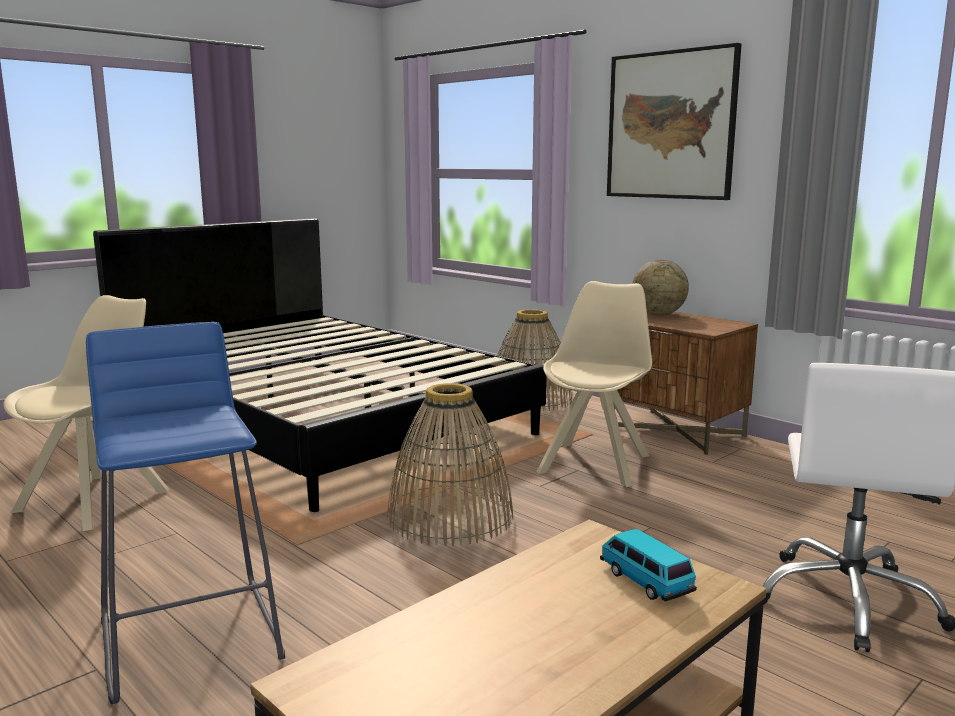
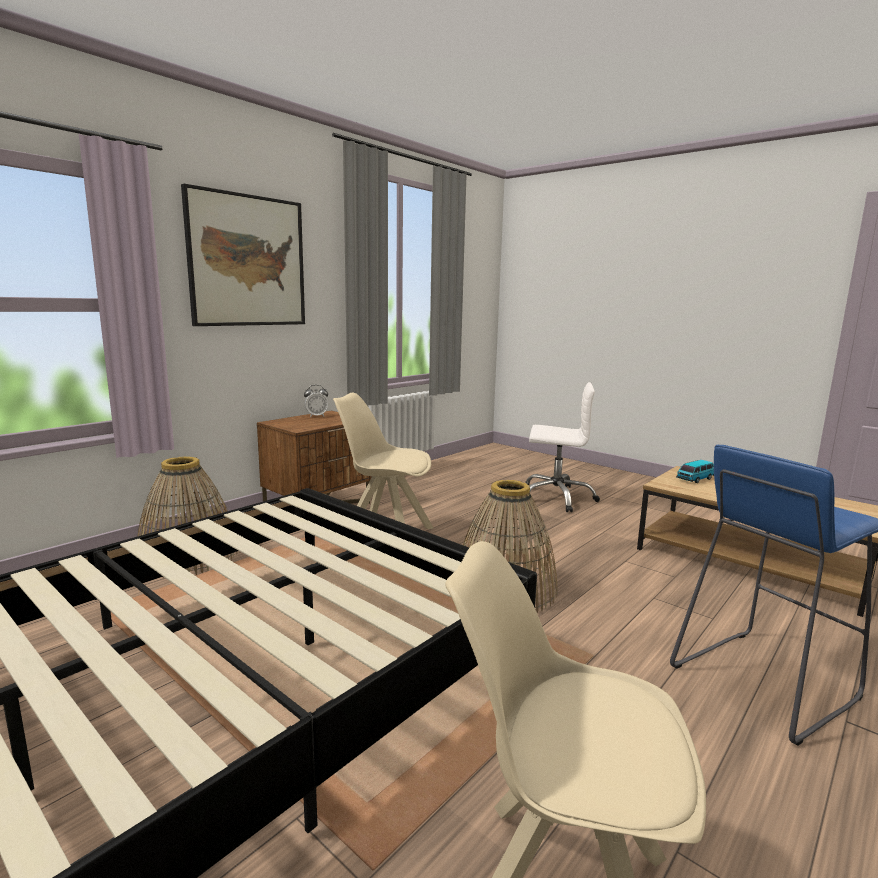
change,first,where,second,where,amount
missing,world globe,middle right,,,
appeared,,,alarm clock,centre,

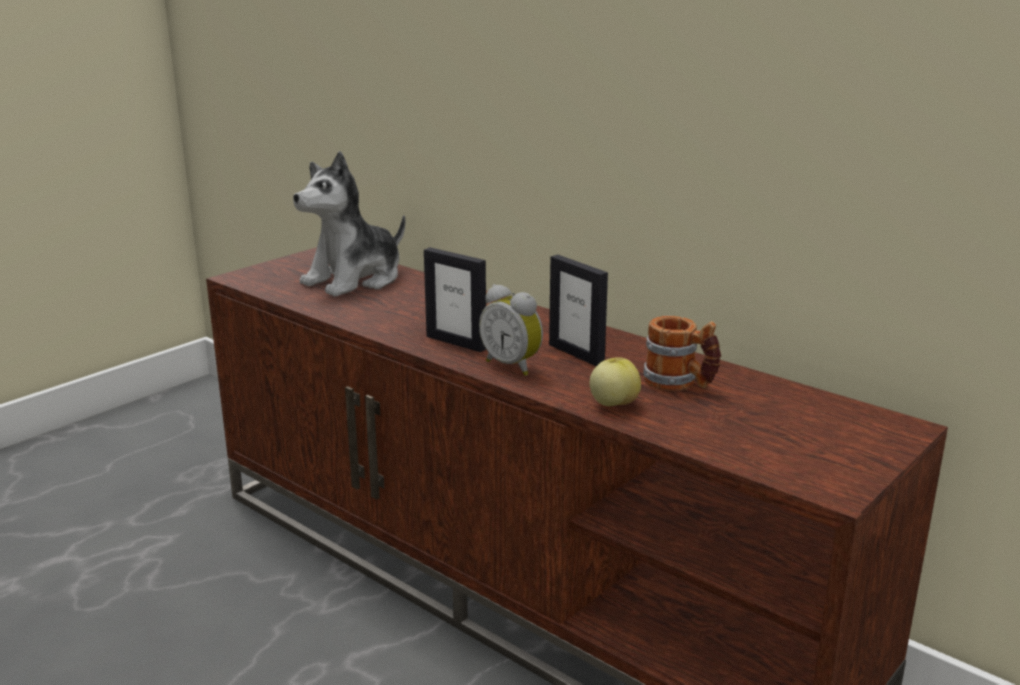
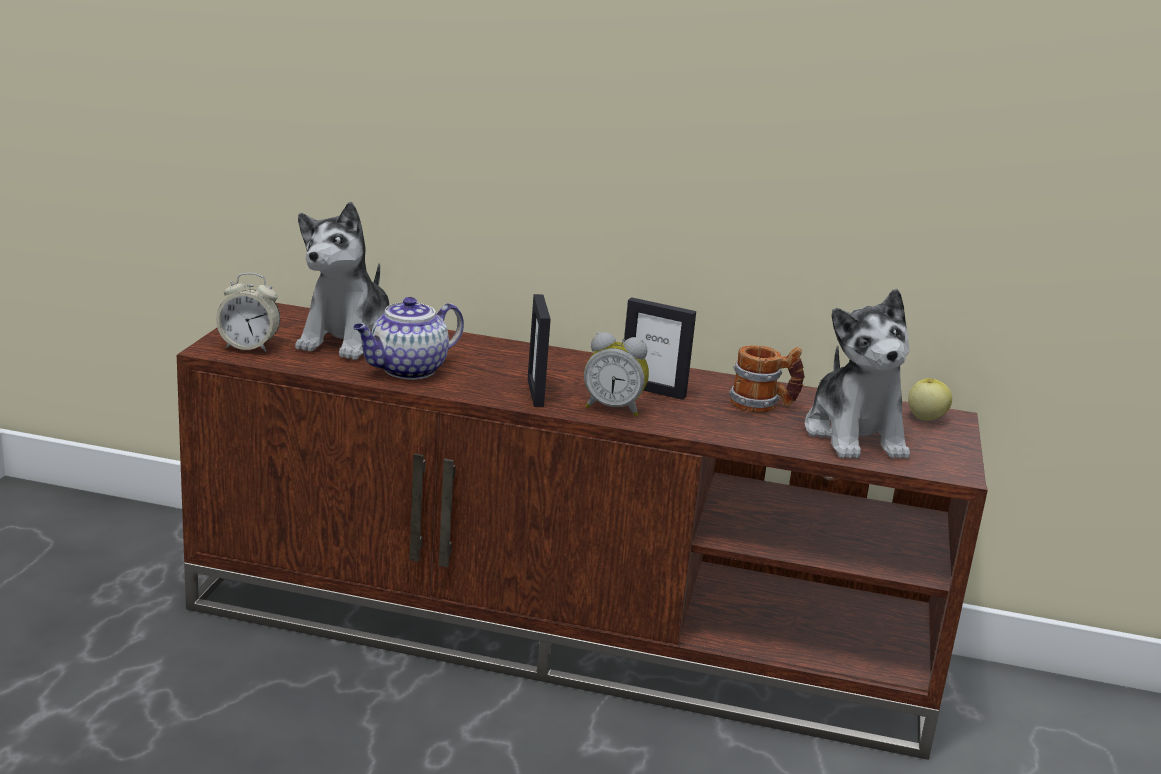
change,first,where,second,where,amount
spun,picture frame (no. 1 from left),centre,,centre,75 degrees clockwise
relocated,apple fruit,centre,,middle right,
appeared,,,alarm clock (no. 1 from left),middle left,
appeared,,,pot for tea,centre,
appeared,,,cuddly toy (no. 2 from left),middle right,

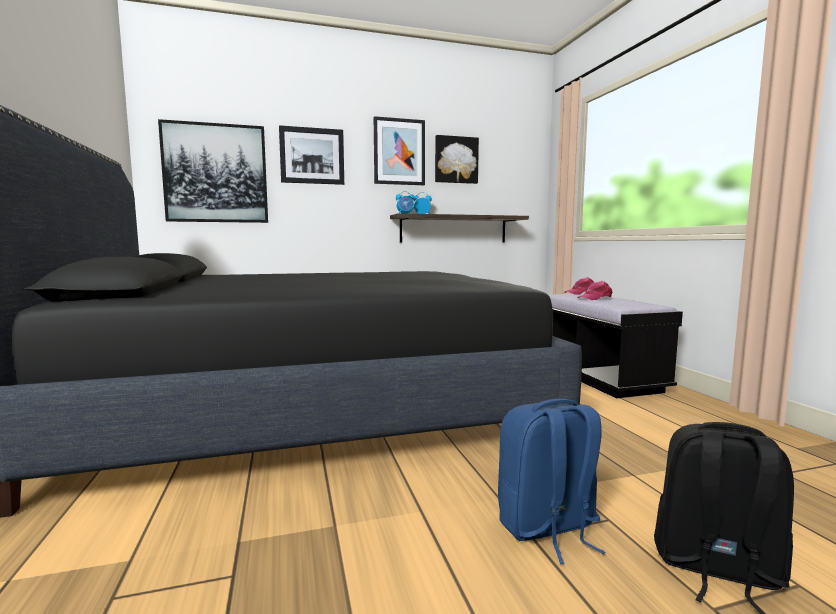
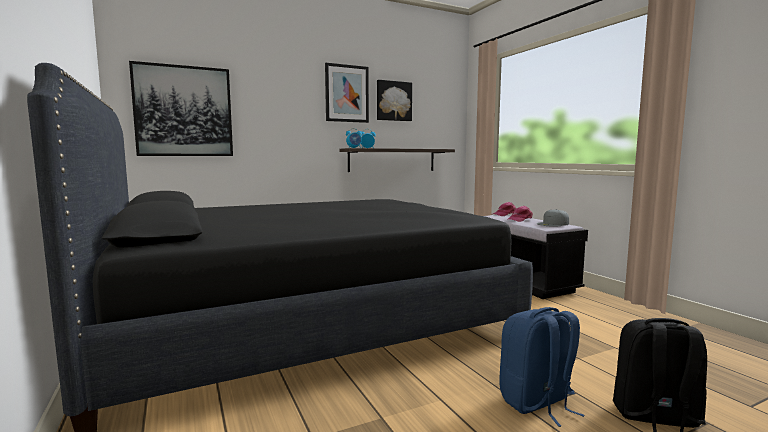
change,first,where,second,where,amount
missing,picture (no. 2 from left),top centre,,,
appeared,,,grey baseball cap,middle right,

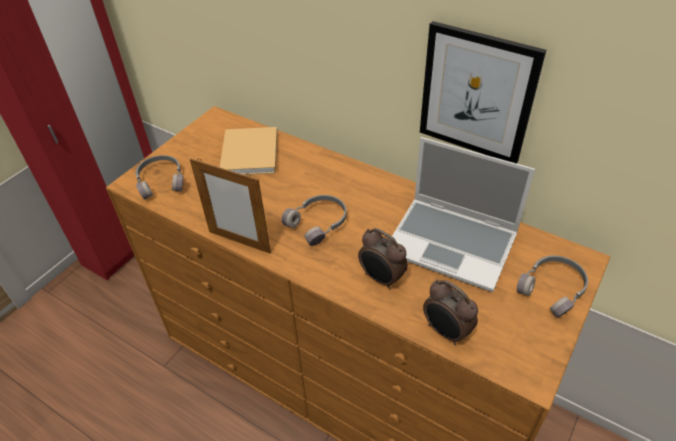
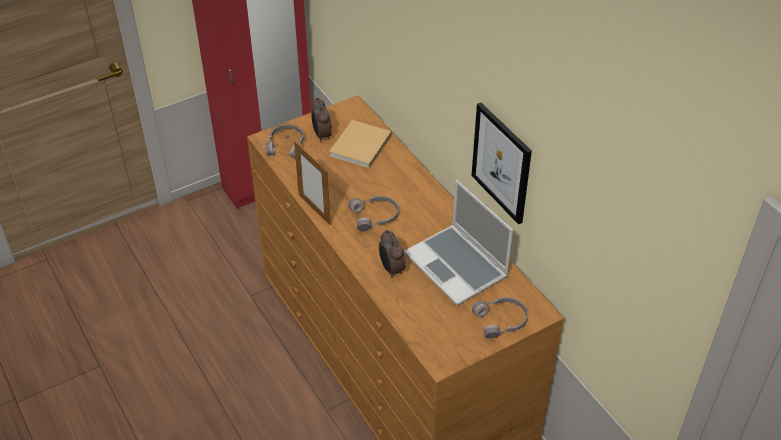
change,first,where,second,where,amount
relocated,alarm clock (no. 2 from left in the first image),bottom centre,alarm clock (no. 1 from left),top centre,

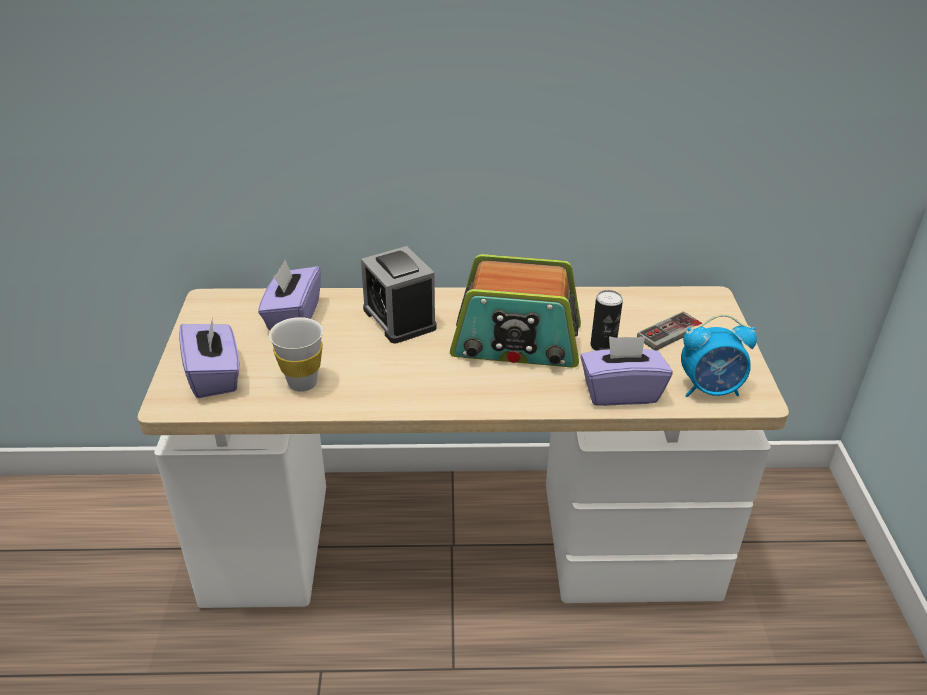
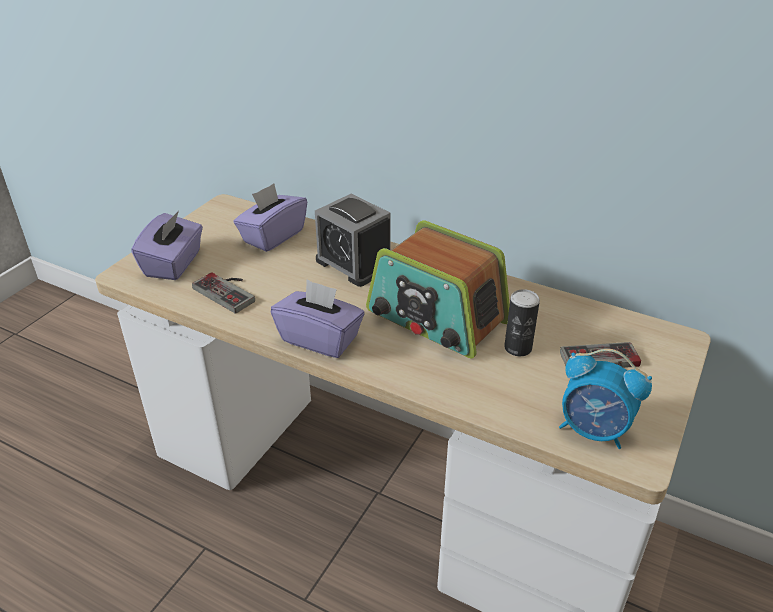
change,first,where,second,where,amount
exchanged,whitish small cup,middle left,gamepad (no. 1 from left),middle left,
spun,alarm clock (no. 1 from left),centre,,centre,45 degrees counterclockwise
relocated,purplish tissue holder (no. 3 from left),middle right,,centre,

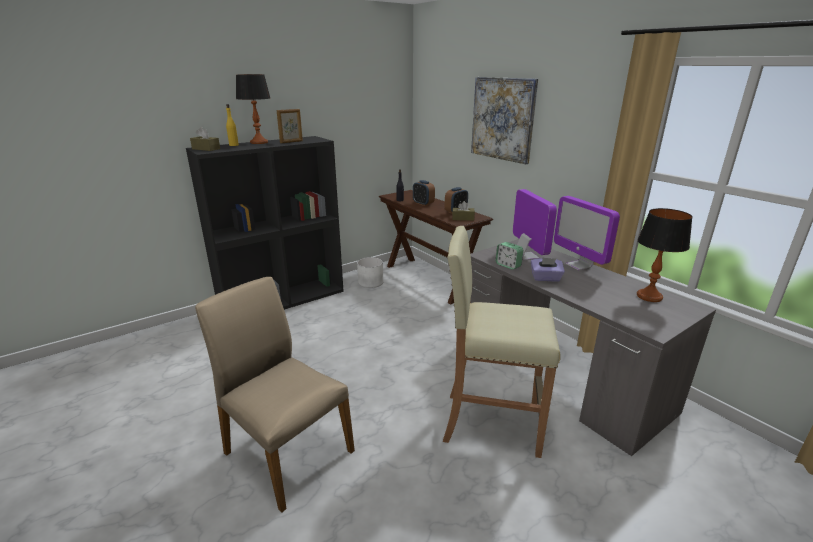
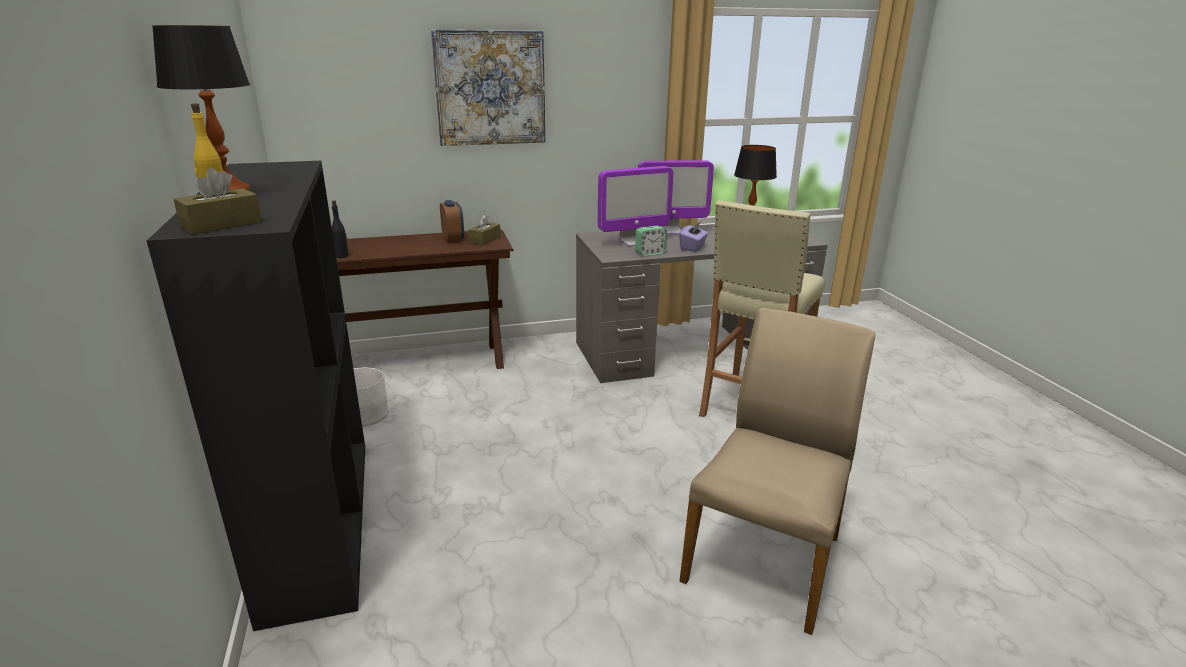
change,first,where,second,where,amount
spun,beige-coloured plain chair,bottom centre,,bottom centre,150 degrees clockwise
missing,picture frame,top centre,,,
missing,alarm clock (no. 1 from left),centre,,,
spun,computer screen (no. 1 from left),centre,,top centre,150 degrees clockwise

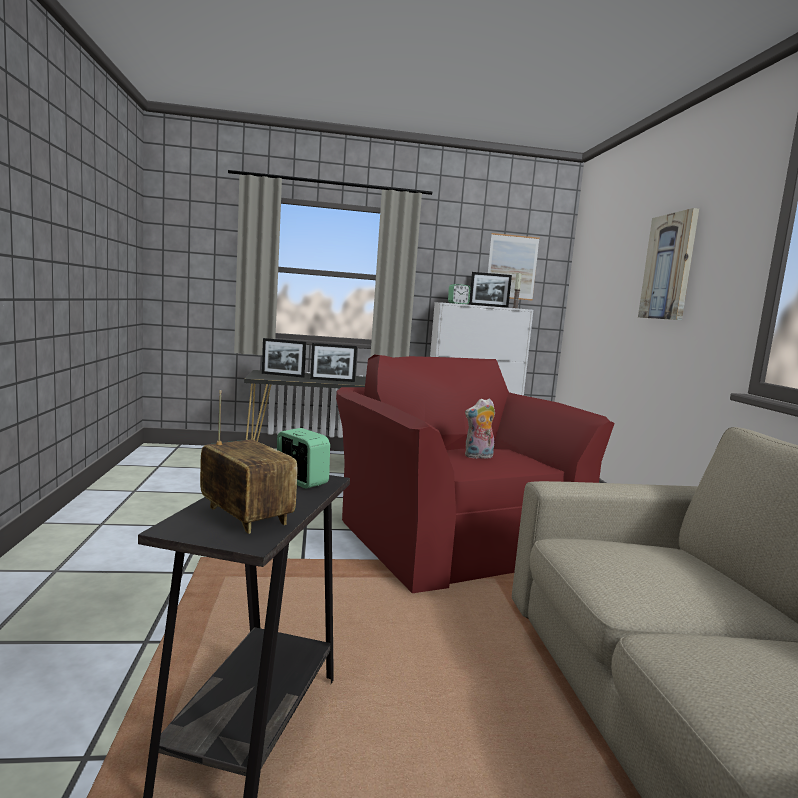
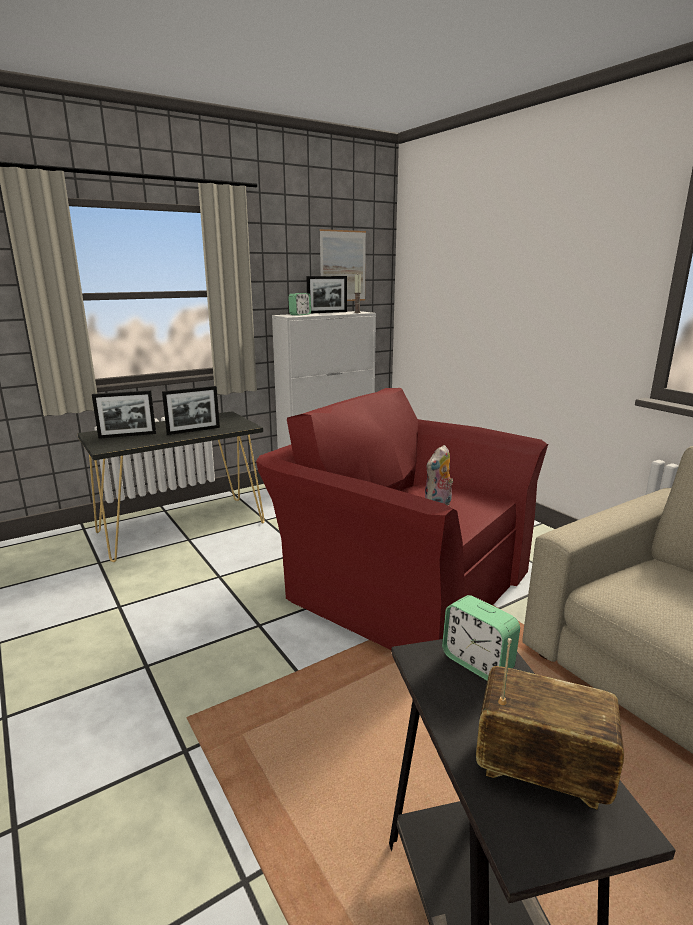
change,first,where,second,where,amount
spun,alarm clock (no. 1 from left in the first image),centre,alarm clock (no. 2 from left),bottom right,150 degrees counterclockwise
missing,picture (no. 2 from left),top right,,,

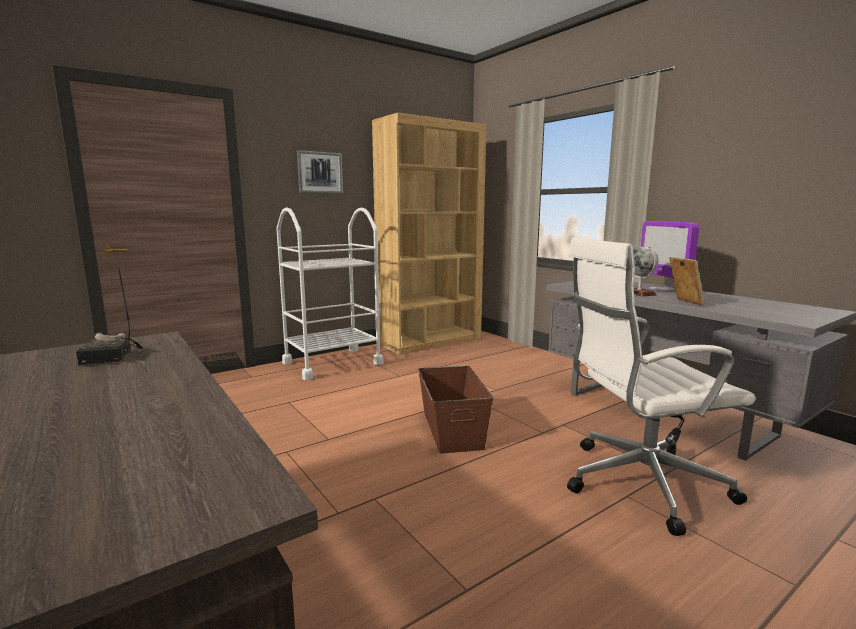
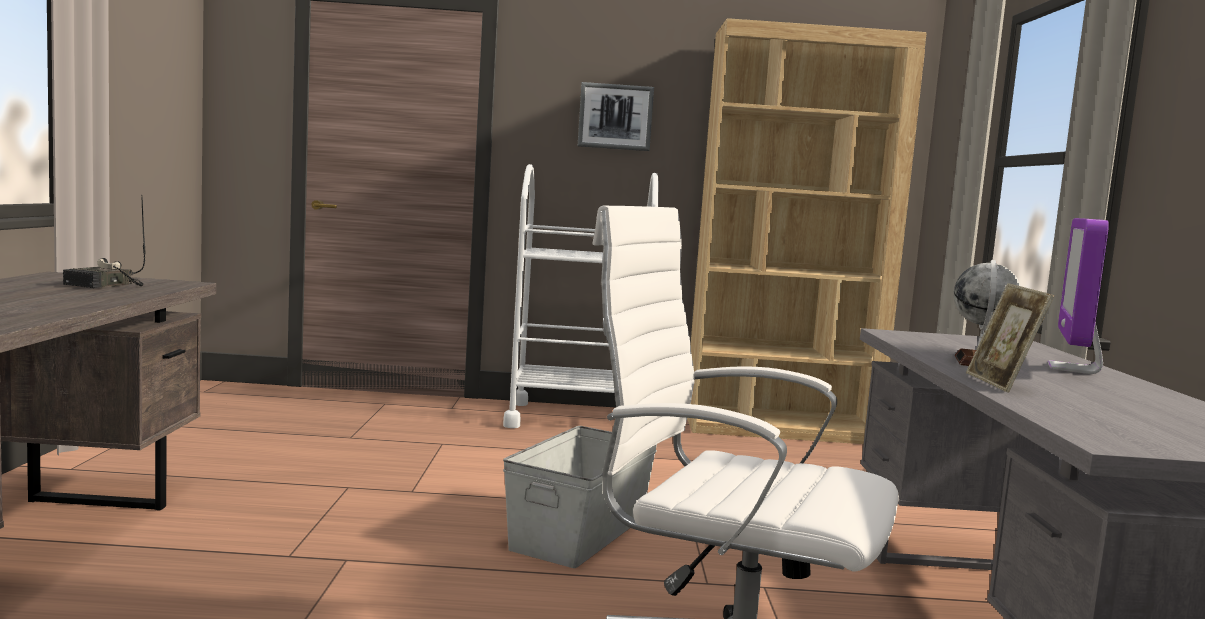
change,first,where,second,where,amount
colour,brown storage box,centre,grey storage box,bottom centre,
spun,picture frame,middle right,,middle right,150 degrees clockwise

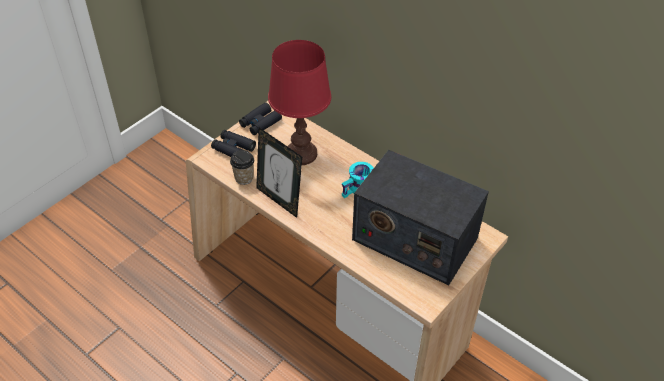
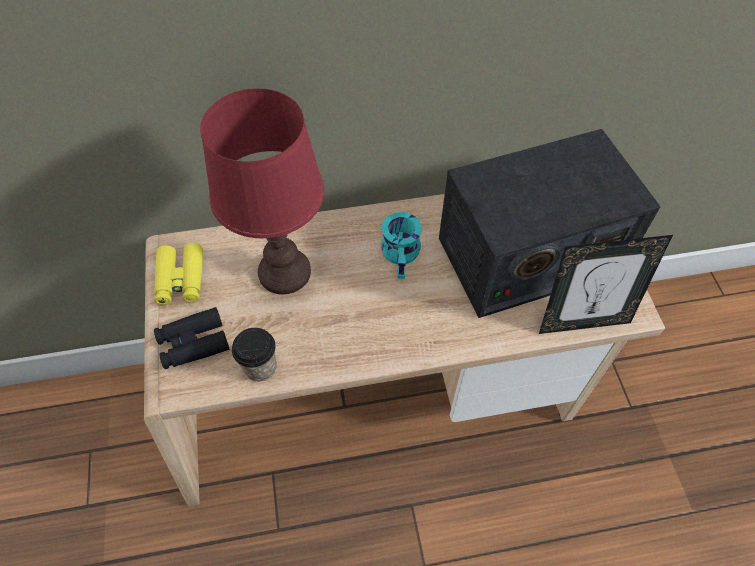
change,first,where,second,where,amount
colour,black field glasses (no. 2 from left),top centre,yellow-coloured field glasses,middle left,
relocated,picture frame,centre,,middle right,

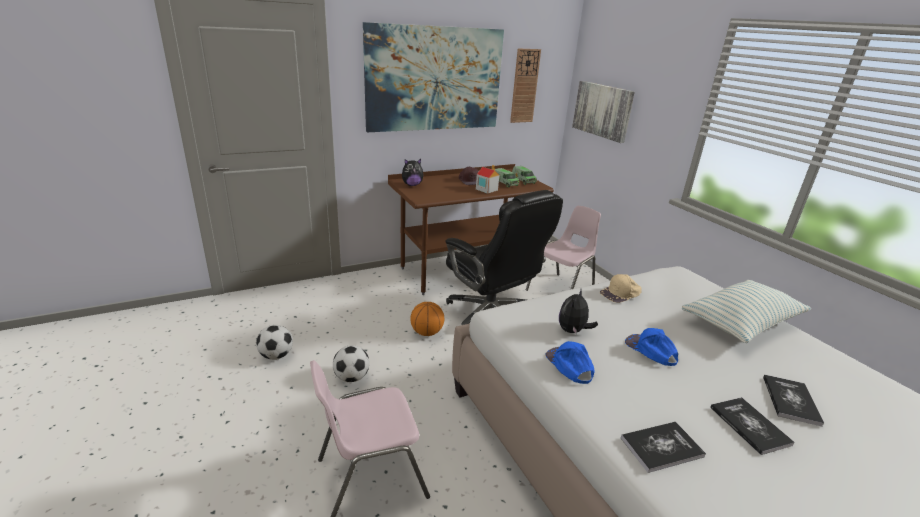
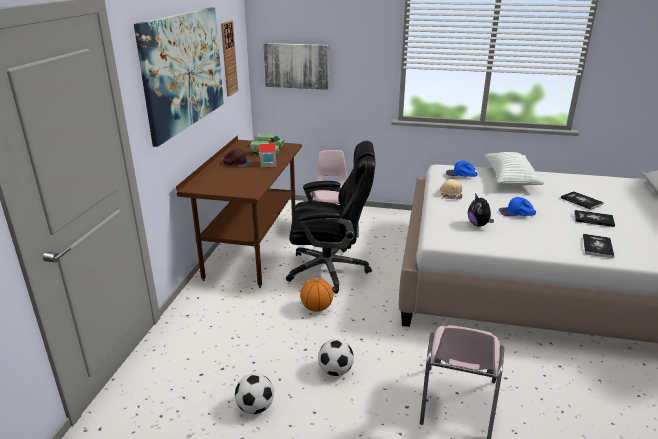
change,first,where,second,where,amount
missing,cuddly toy (no. 1 from left),top centre,,,
relocated,bluish baseball cap (no. 1 from left),bottom centre,,middle right,

